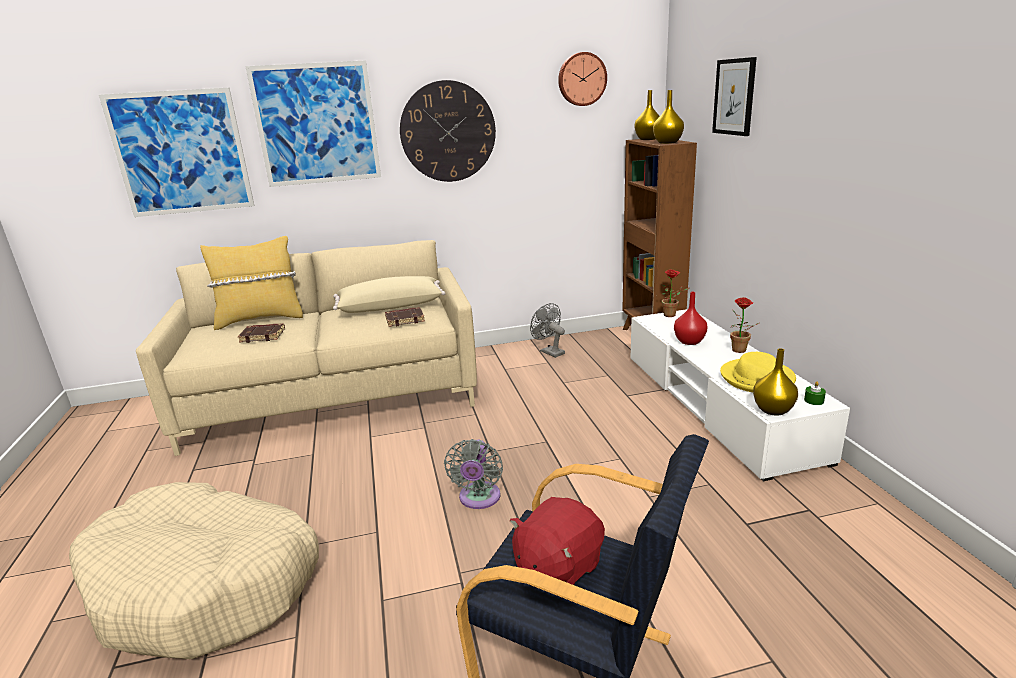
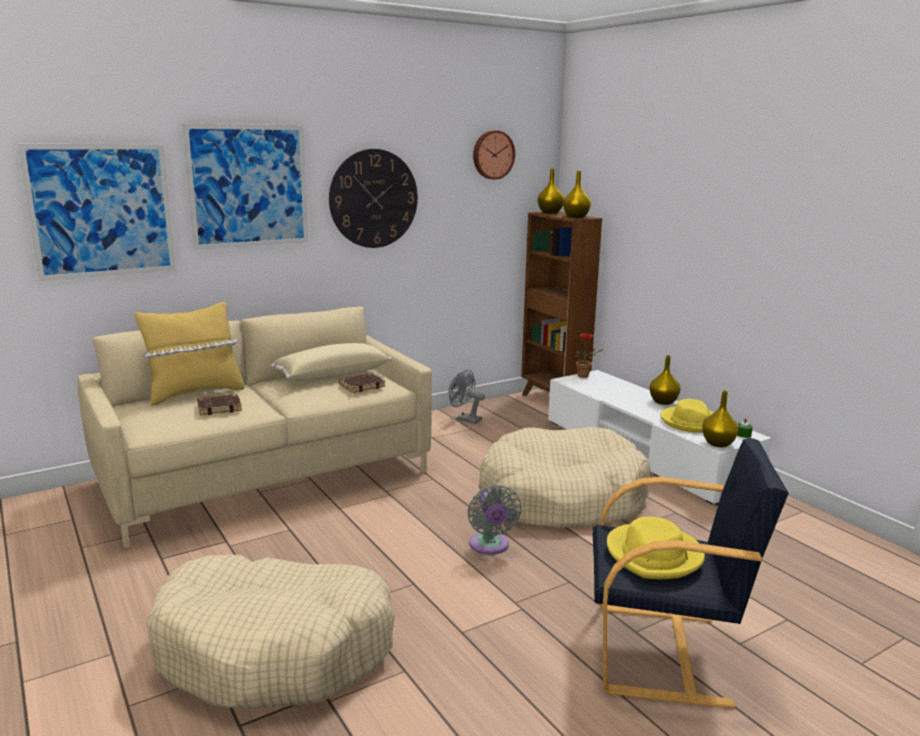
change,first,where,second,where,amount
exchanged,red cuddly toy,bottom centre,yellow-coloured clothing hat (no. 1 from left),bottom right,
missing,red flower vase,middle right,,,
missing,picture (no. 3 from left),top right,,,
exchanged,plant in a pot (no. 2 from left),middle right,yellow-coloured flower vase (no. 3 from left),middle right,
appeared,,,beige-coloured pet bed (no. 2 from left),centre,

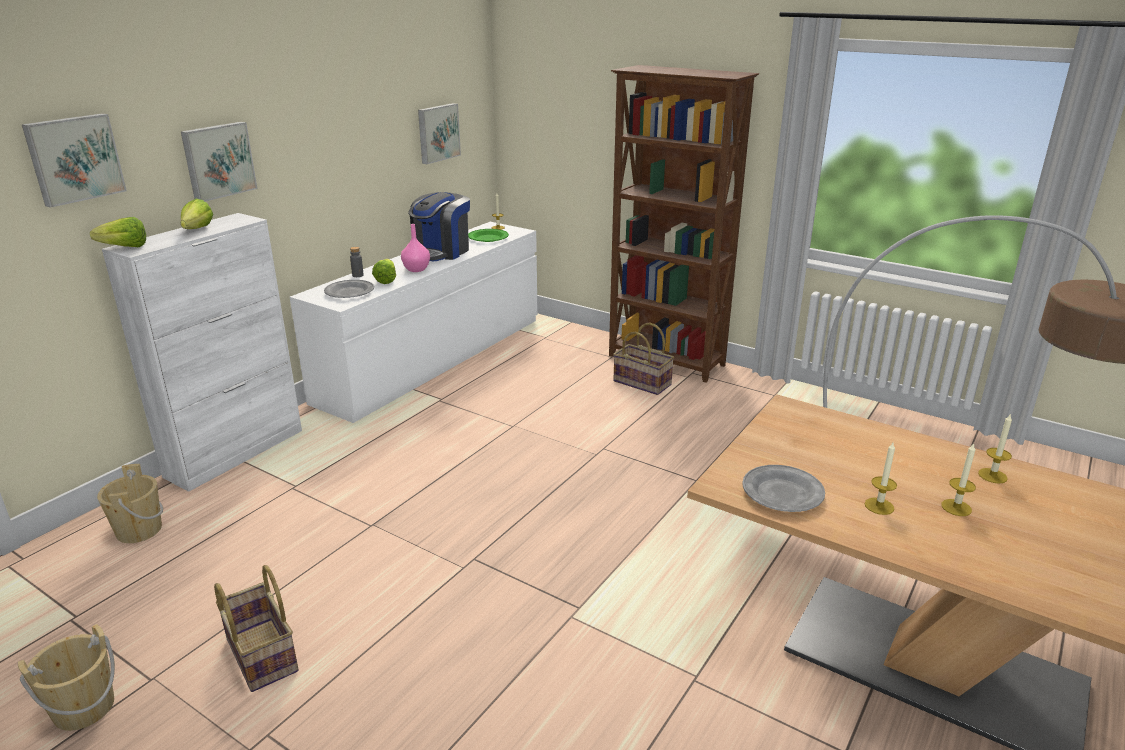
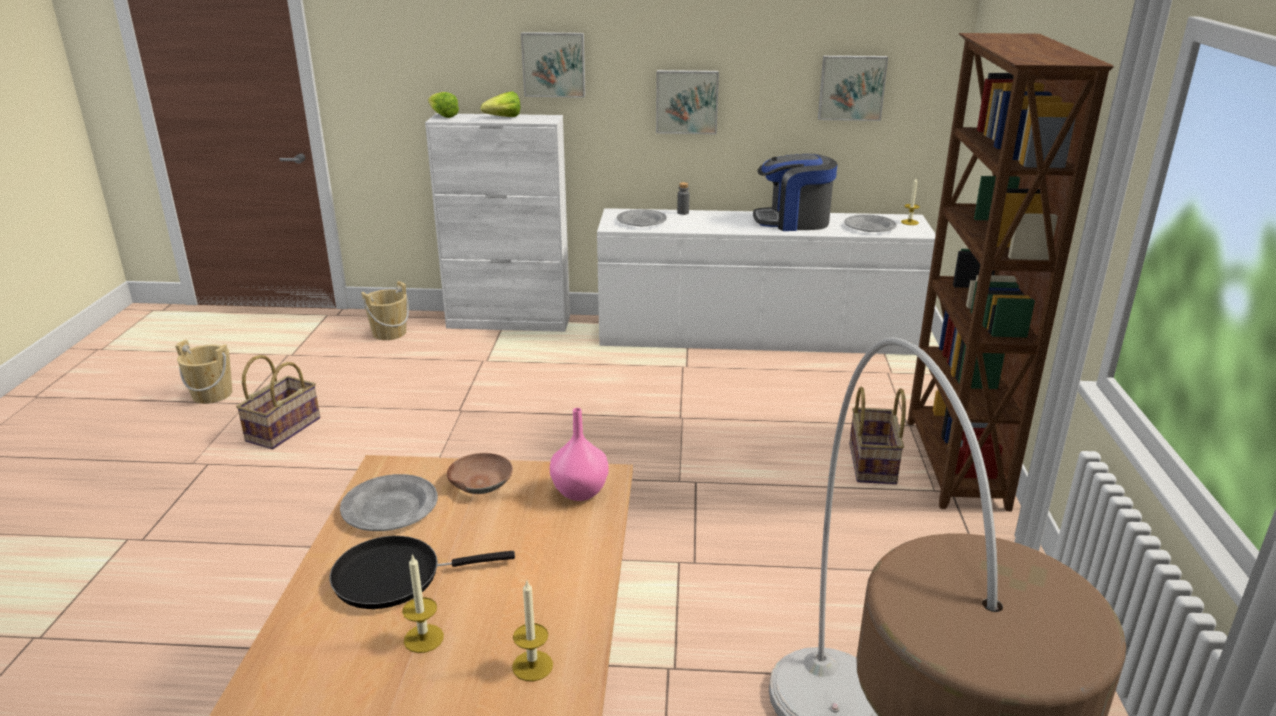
change,first,where,second,where,amount
relocated,picture (no. 1 from left in the first image),top left,picture (no. 2 from left),top centre,
missing,head of lettuce (no. 3 from left),centre,,,
relocated,pinkish flower vase,top centre,,centre,
colour,green flat dish,top centre,grey flat dish (no. 3 from left),top right,
exchanged,candle (no. 2 from left),middle right,black pan,bottom left,
appeared,,,brown serving bowl,centre,

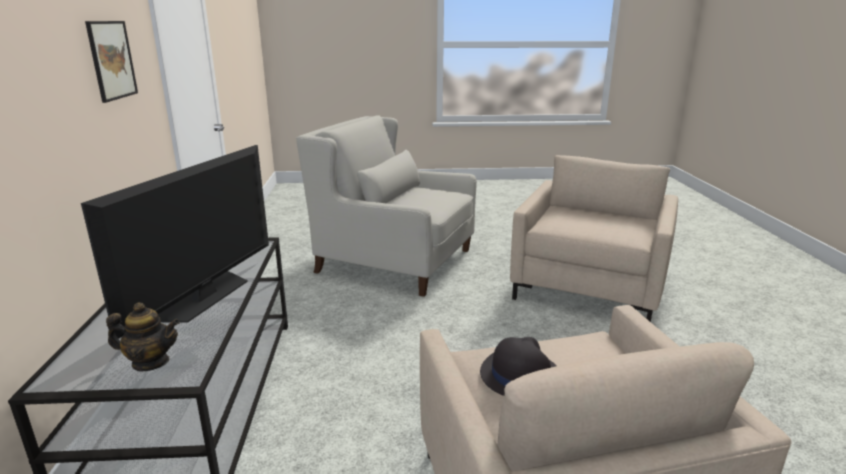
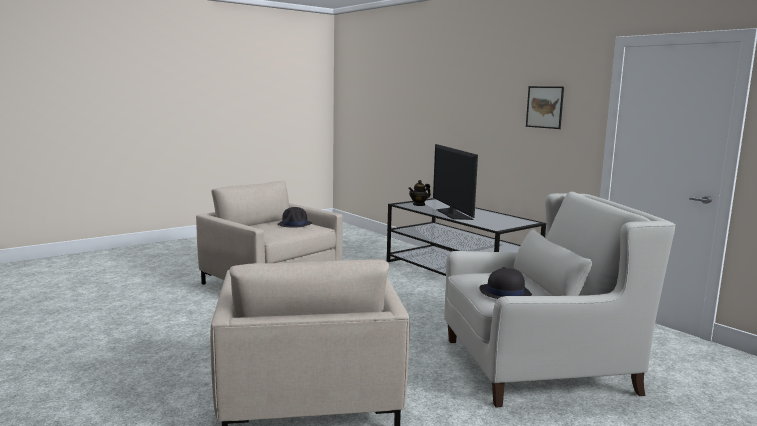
change,first,where,second,where,amount
appeared,,,black clothing hat (no. 2 from left),middle right,

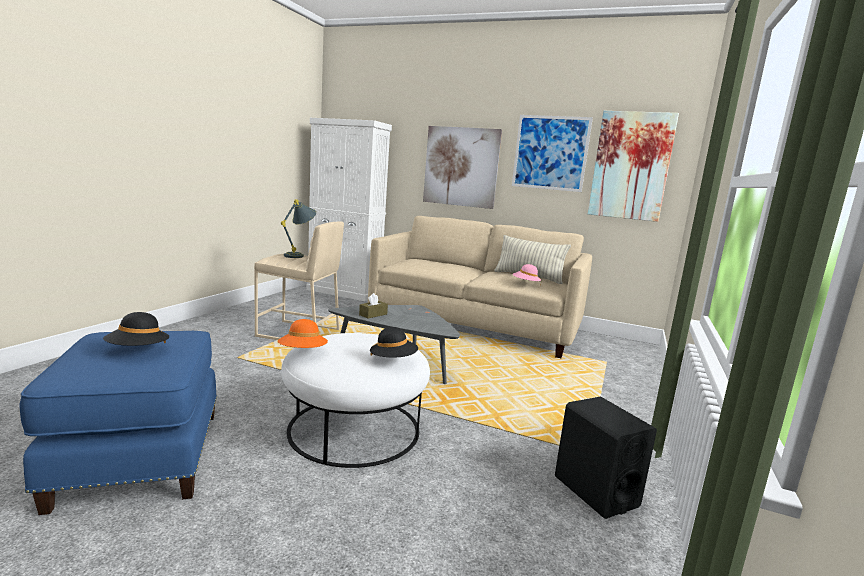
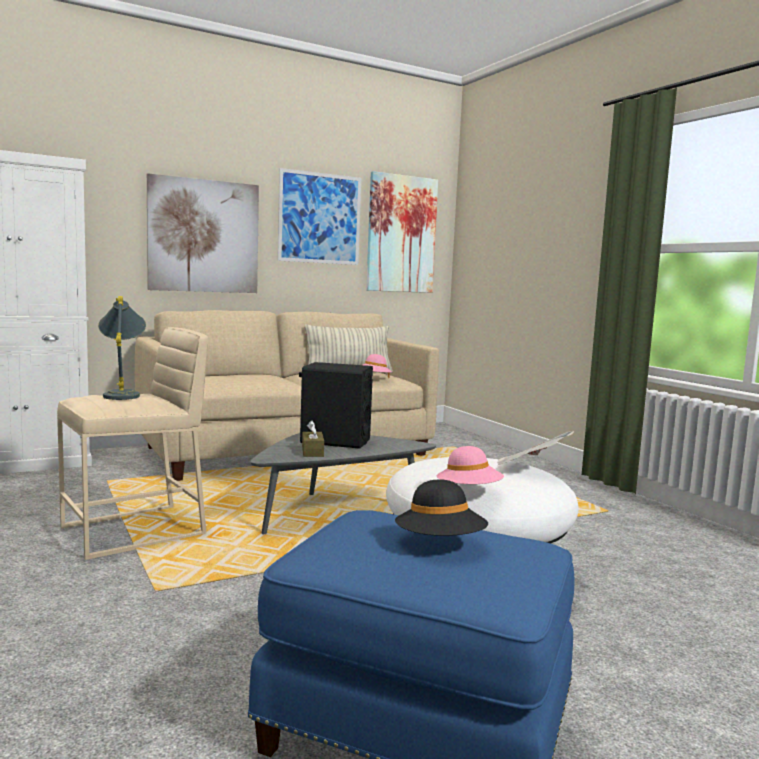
change,first,where,second,where,amount
colour,orange-coloured clothing hat,centre,pinkish clothing hat (no. 2 from left),centre,
exchanged,black clothing hat (no. 2 from left),centre,newspaper,middle right,
relocated,black audio speaker,bottom right,,centre,

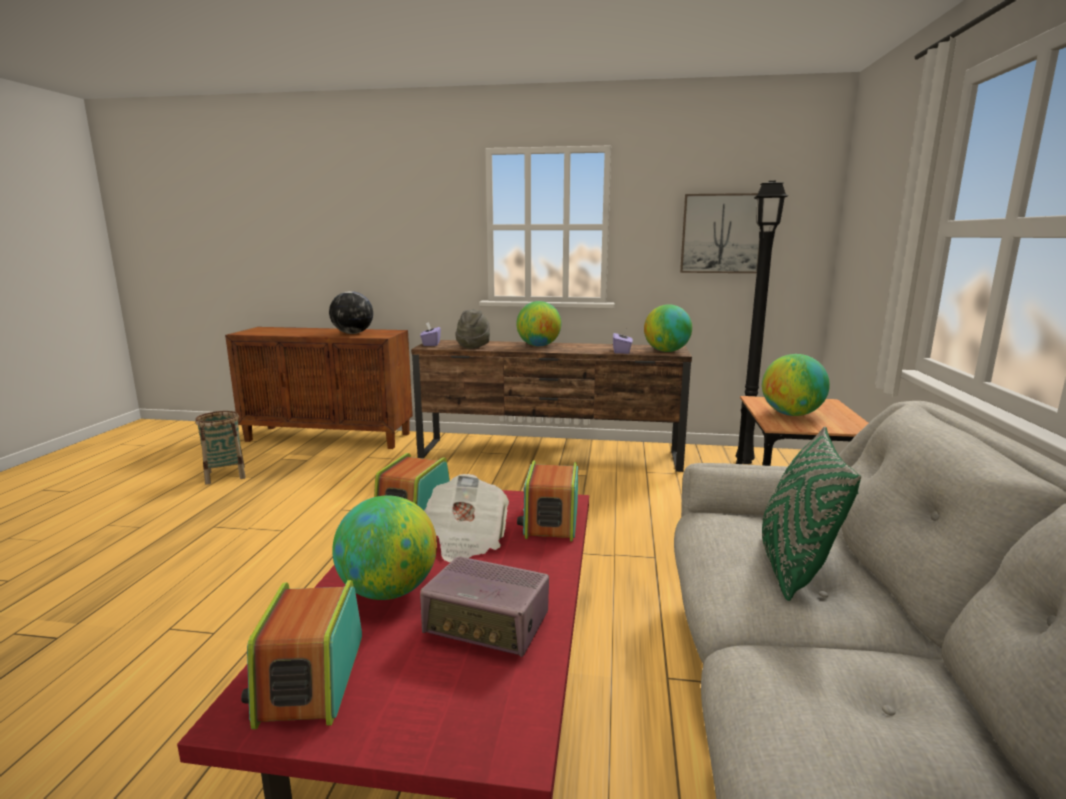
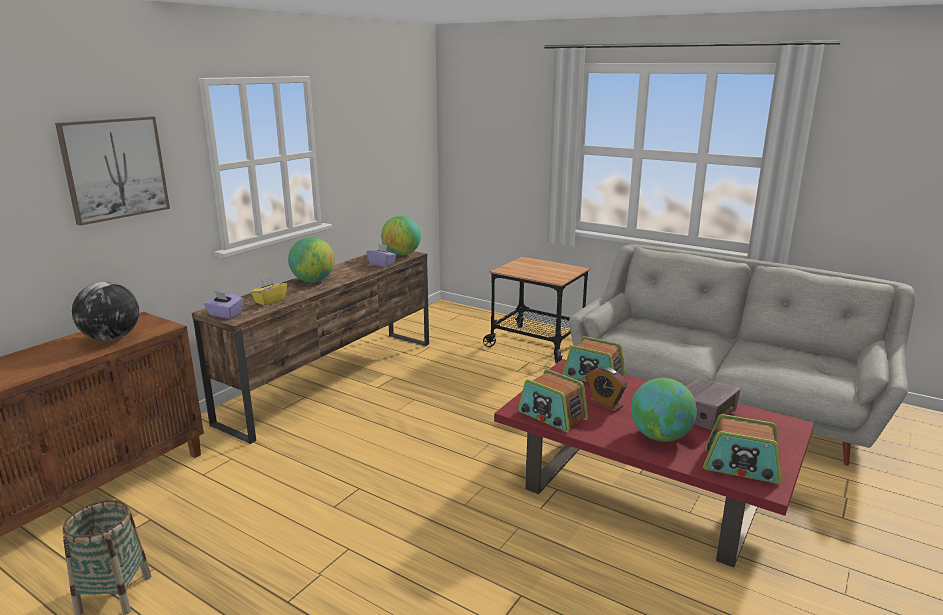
change,first,where,second,where,amount
exchanged,newspaper,centre,alarm clock,centre,
exchanged,grey clothing hat,centre,yellow-coloured tissue holder,middle left,
relocated,picture,top right,,top left,
missing,black floor lamp,middle right,,,
missing,world globe (no. 5 from left),middle right,,,
missing,green throw pillow,middle right,,,

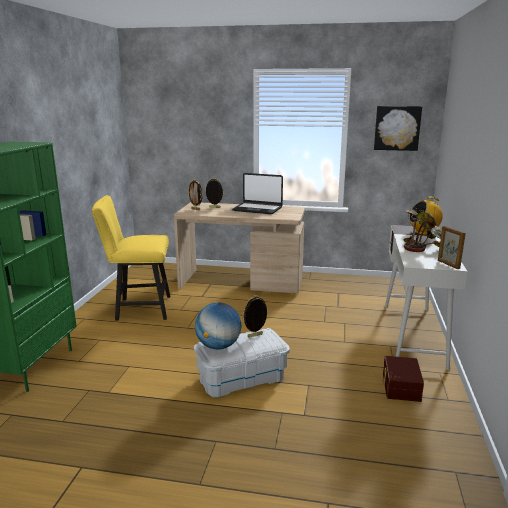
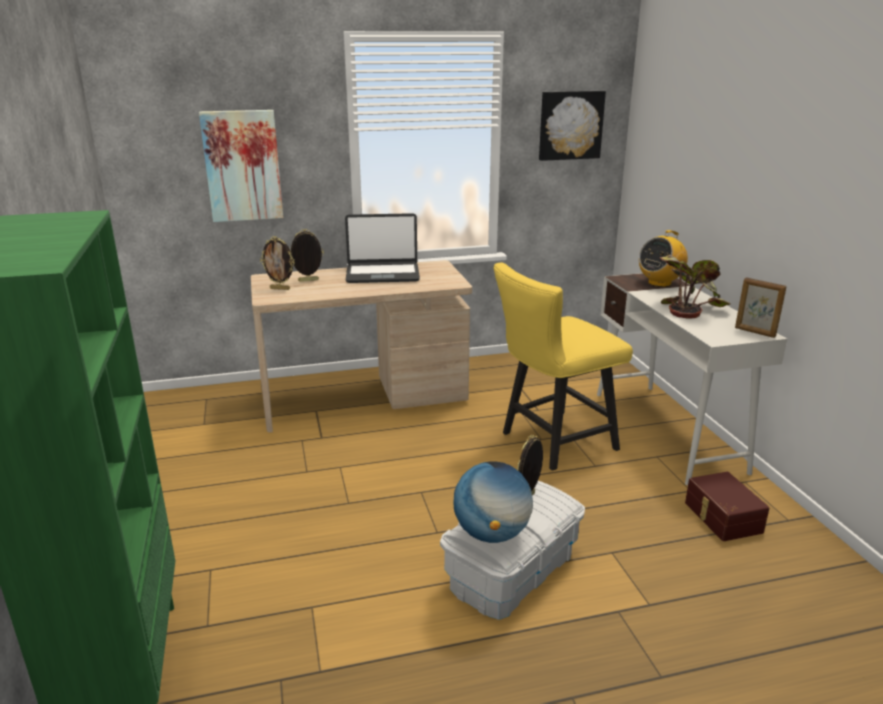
change,first,where,second,where,amount
relocated,yellow-coloured plain chair,middle left,,centre,
appeared,,,picture (no. 1 from left),top left,

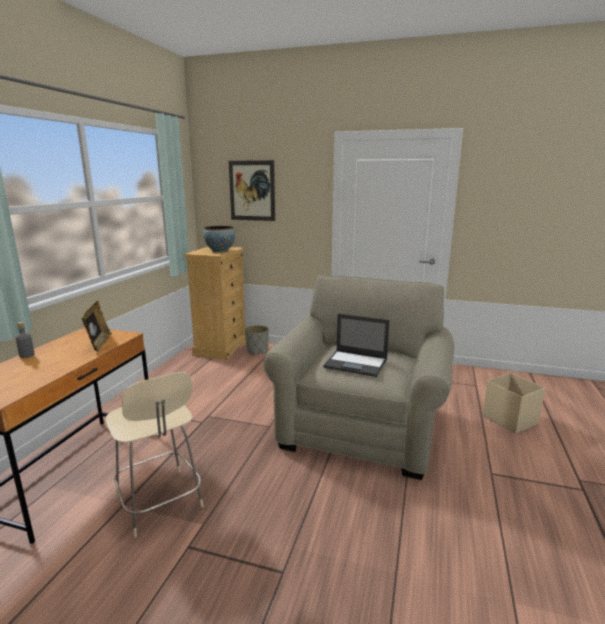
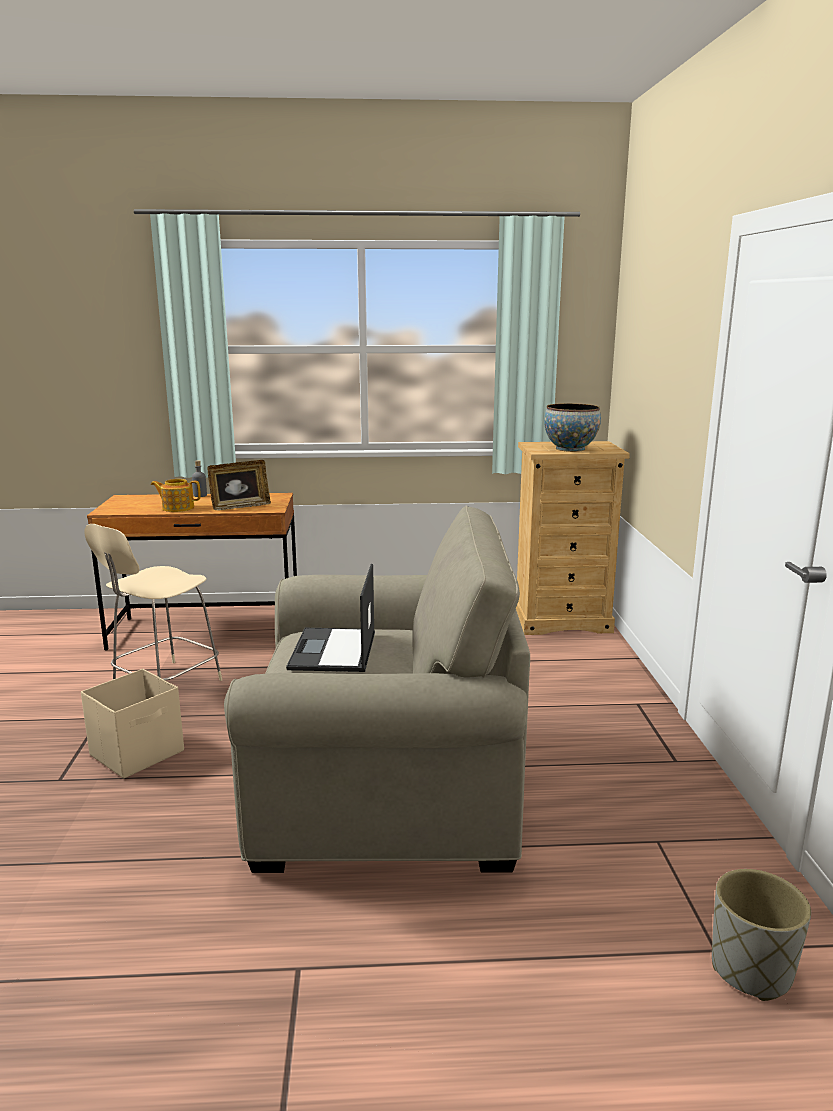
change,first,where,second,where,amount
missing,picture,top centre,,,
relocated,grey flower pot,centre,,bottom right,
relocated,beige-coloured storage box,middle right,,middle left,
appeared,,,pot for tea,middle left,

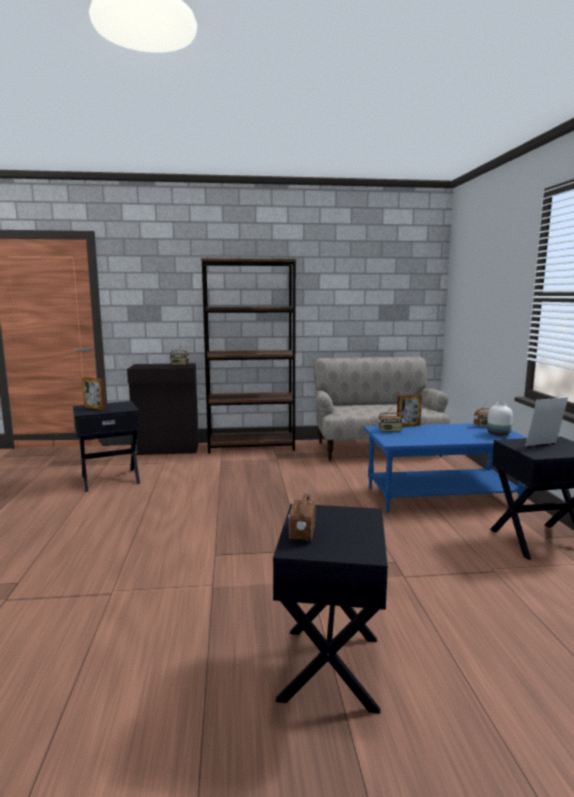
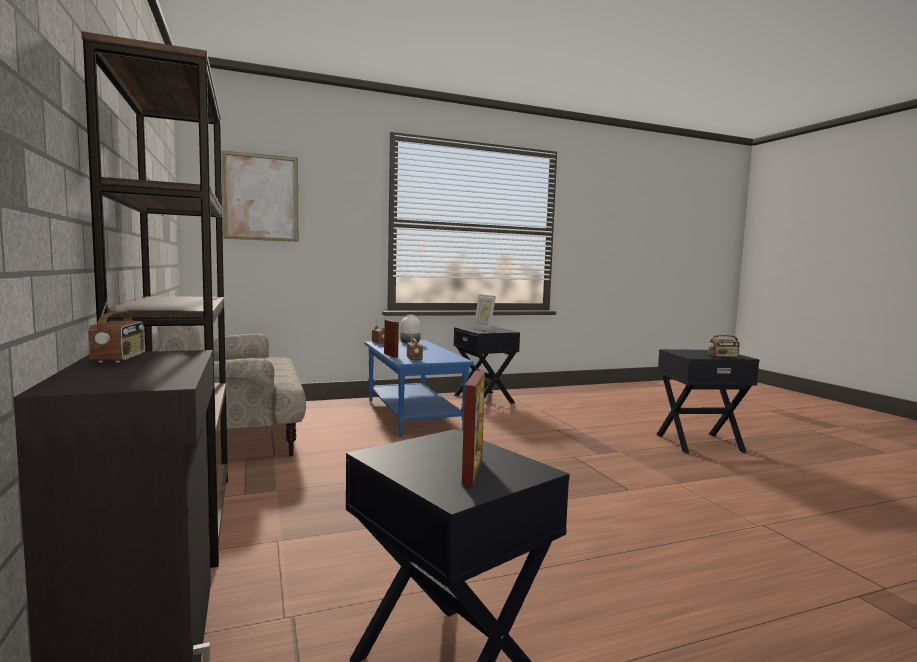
change,first,where,second,where,amount
appeared,,,picture,top left,

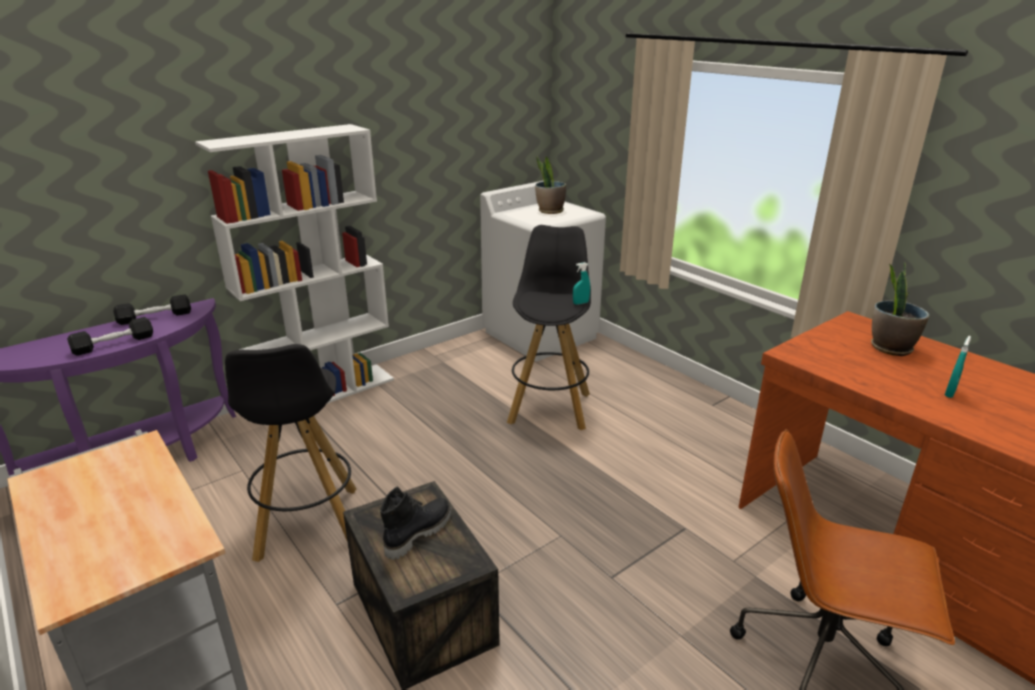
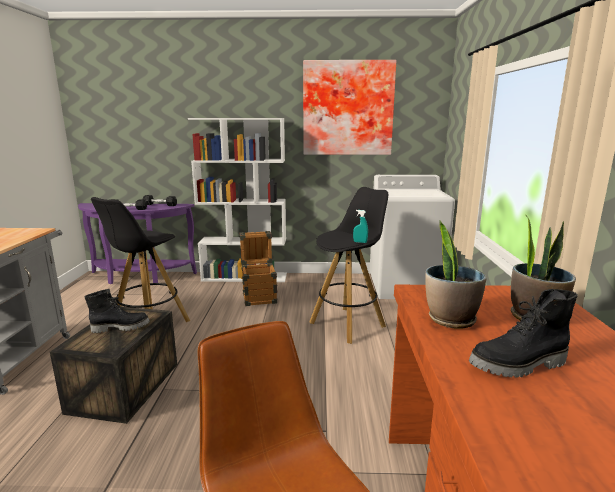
change,first,where,second,where,amount
relocated,plant in a pot (no. 1 from left),top centre,,middle right,
exchanged,turquoise-coloured hand sprayer (no. 2 from left),middle right,black tall boot (no. 2 from left),bottom right,
appeared,,,packing crate (no. 2 from left),centre,
appeared,,,picture,top centre,

